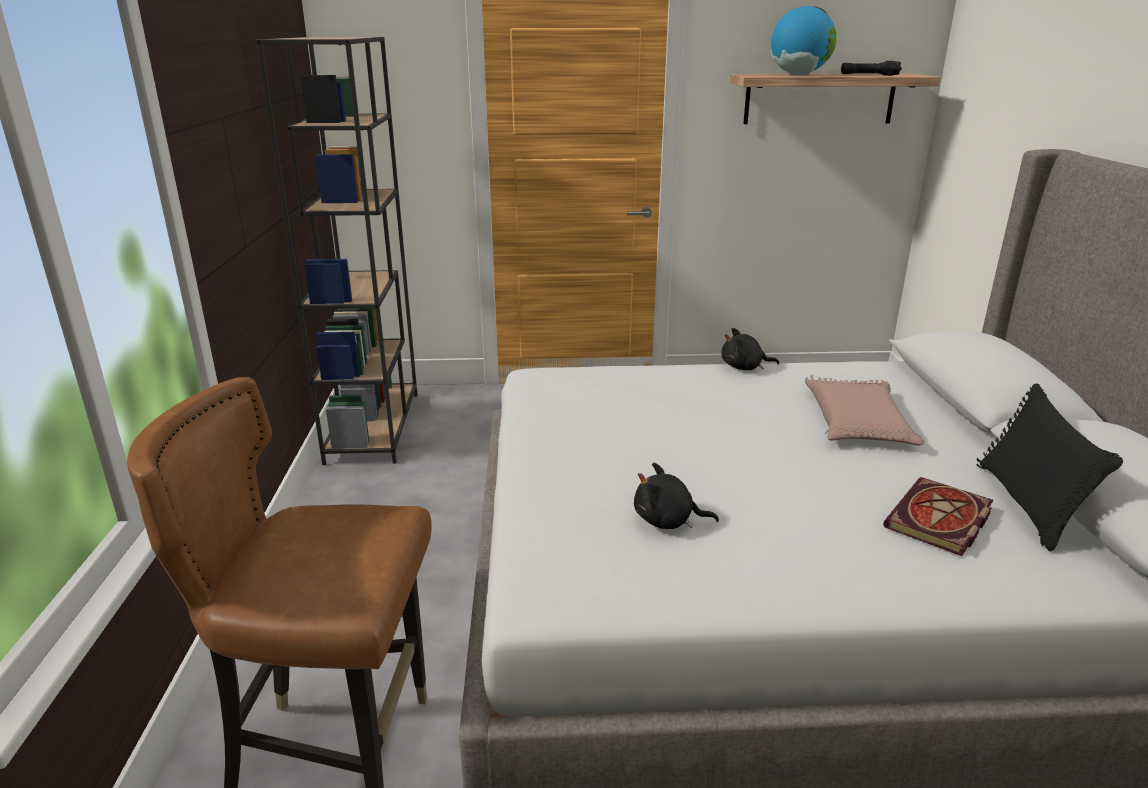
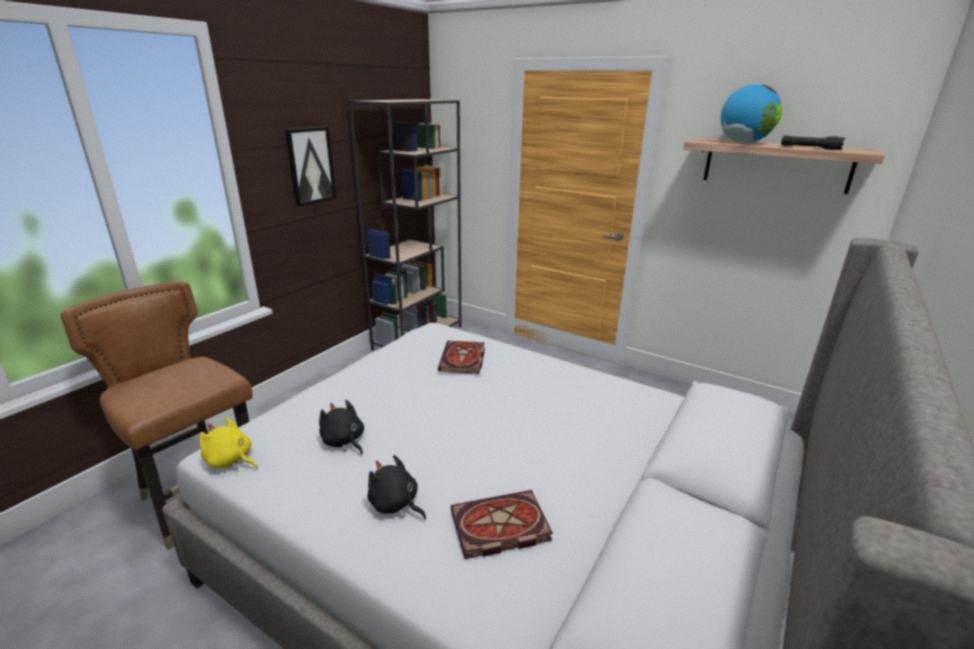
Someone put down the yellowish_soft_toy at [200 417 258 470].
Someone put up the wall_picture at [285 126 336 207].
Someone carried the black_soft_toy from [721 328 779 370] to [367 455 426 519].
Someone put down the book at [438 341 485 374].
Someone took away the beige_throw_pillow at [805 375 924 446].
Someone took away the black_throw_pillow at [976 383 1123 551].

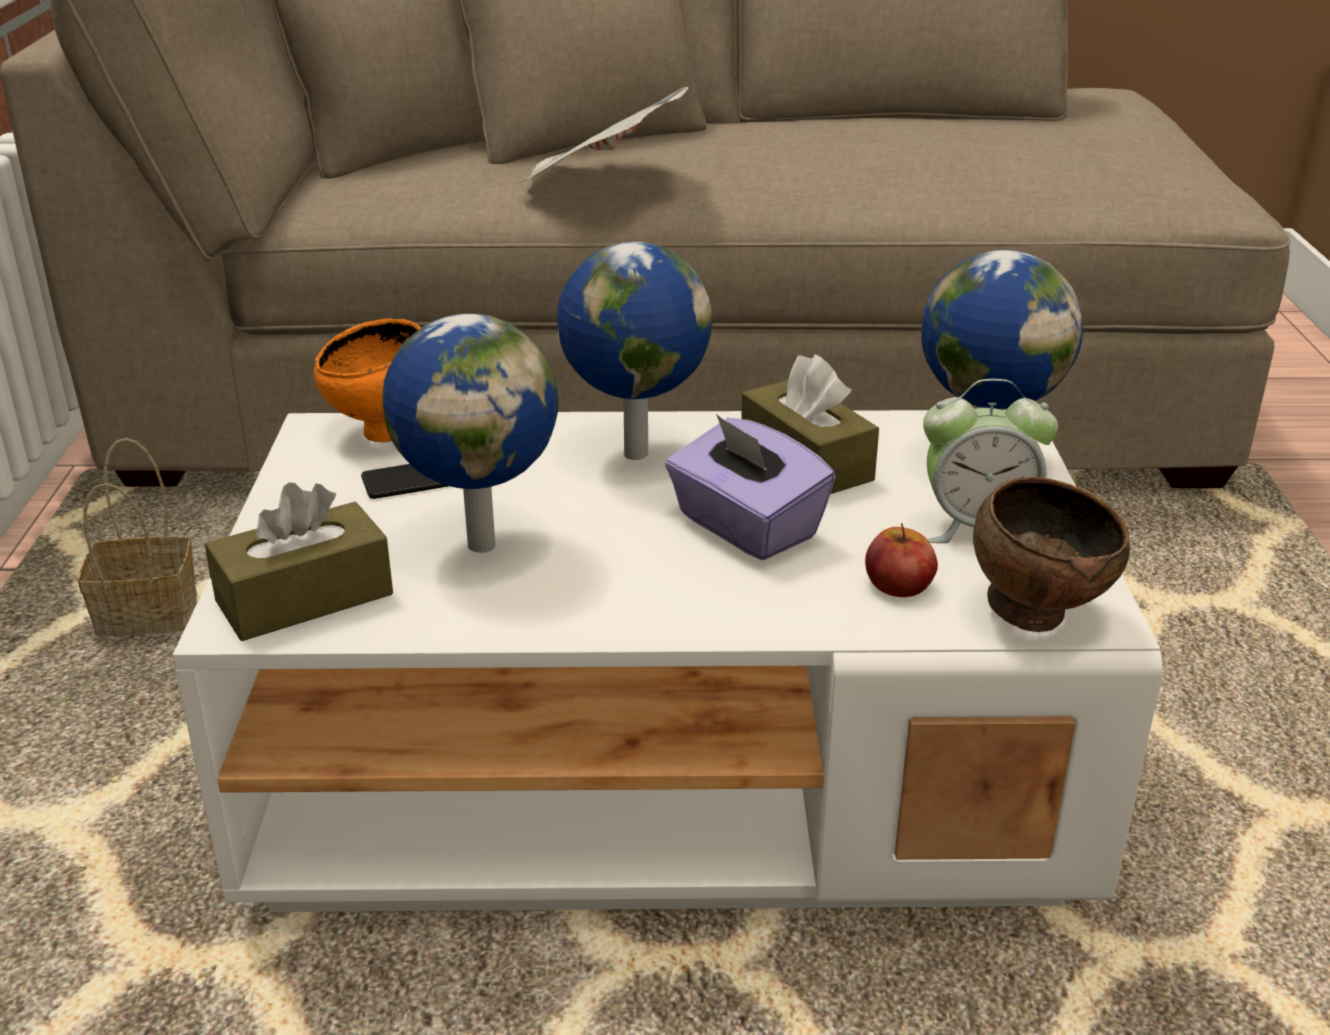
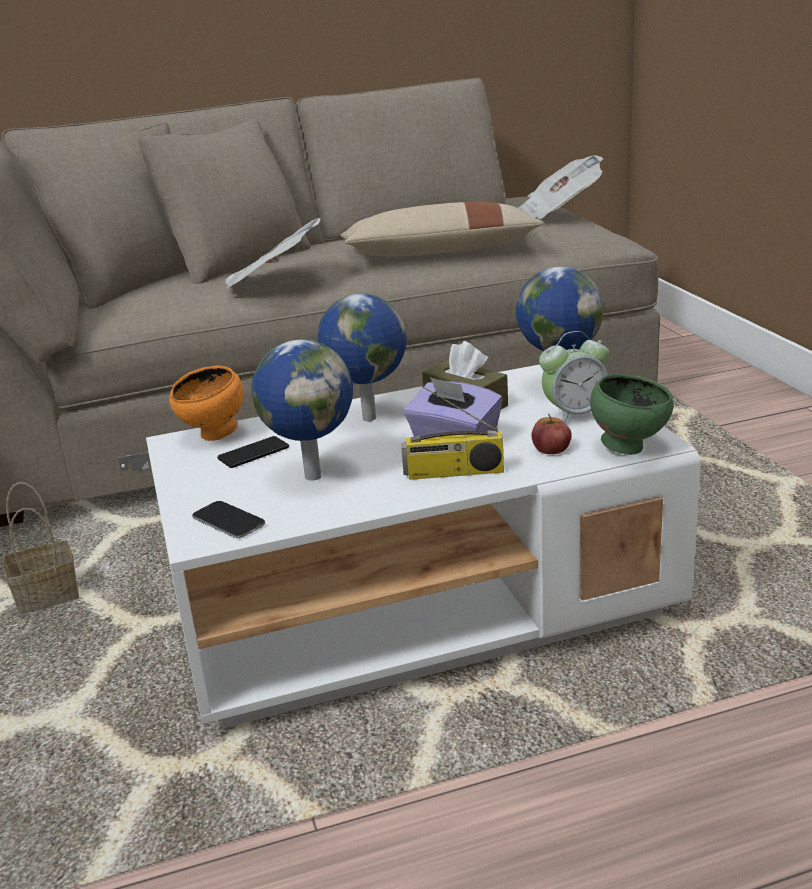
Someone swapped the brown_box_of_tissues at [205 483 393 641] for the phone at [192 501 265 538].
Someone put down the beige_throw_pillow at [341 202 544 256].
Someone put down the radio at [401 383 504 480].
Someone put down the printed_paper at [518 155 603 219].
Someone repainted the brown_deep_dish at [973 477 1130 632], which became the green_deep_dish at [590 374 673 455].

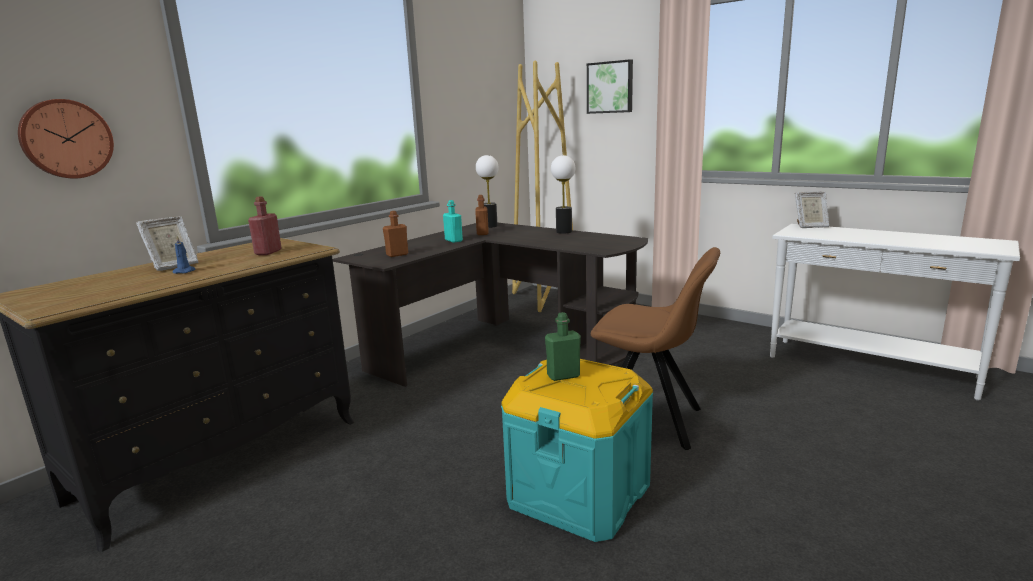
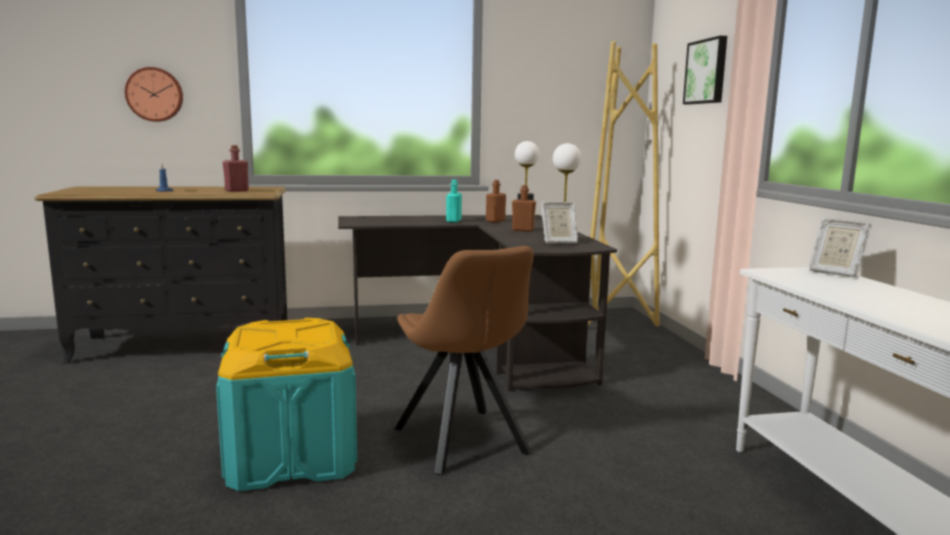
Someone carried the brown_drink_bottle from [383 211 408 257] to [512 185 536 232].
Someone carried the photo_frame from [136 216 199 271] to [541 201 578 244].
Someone took away the green_drink_bottle at [545 312 581 381].

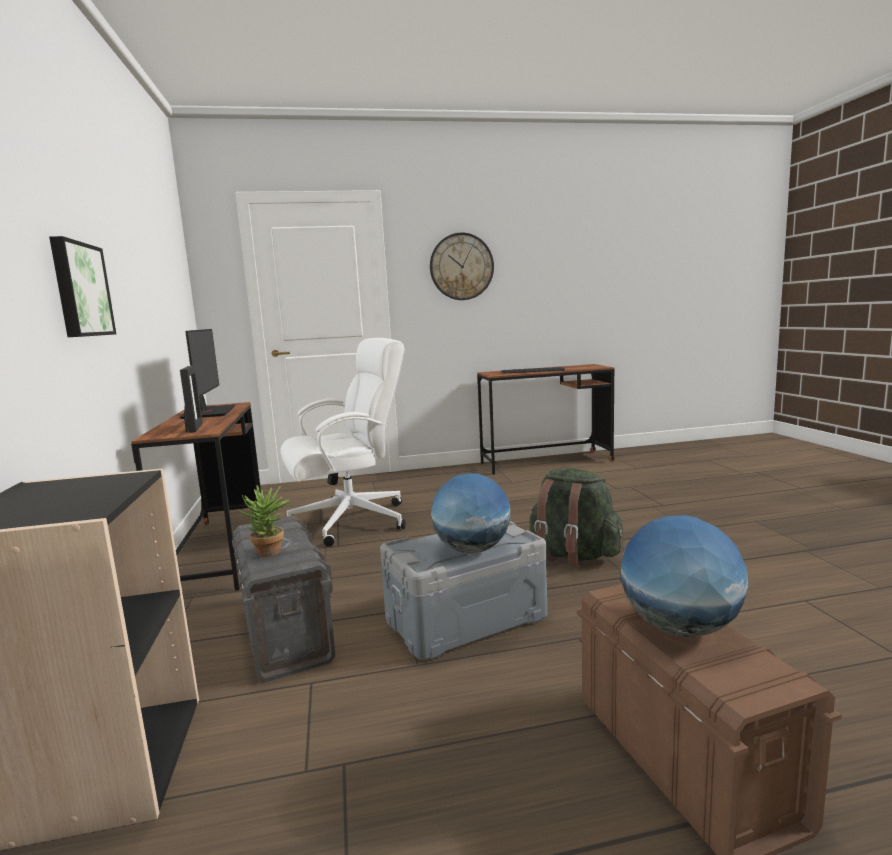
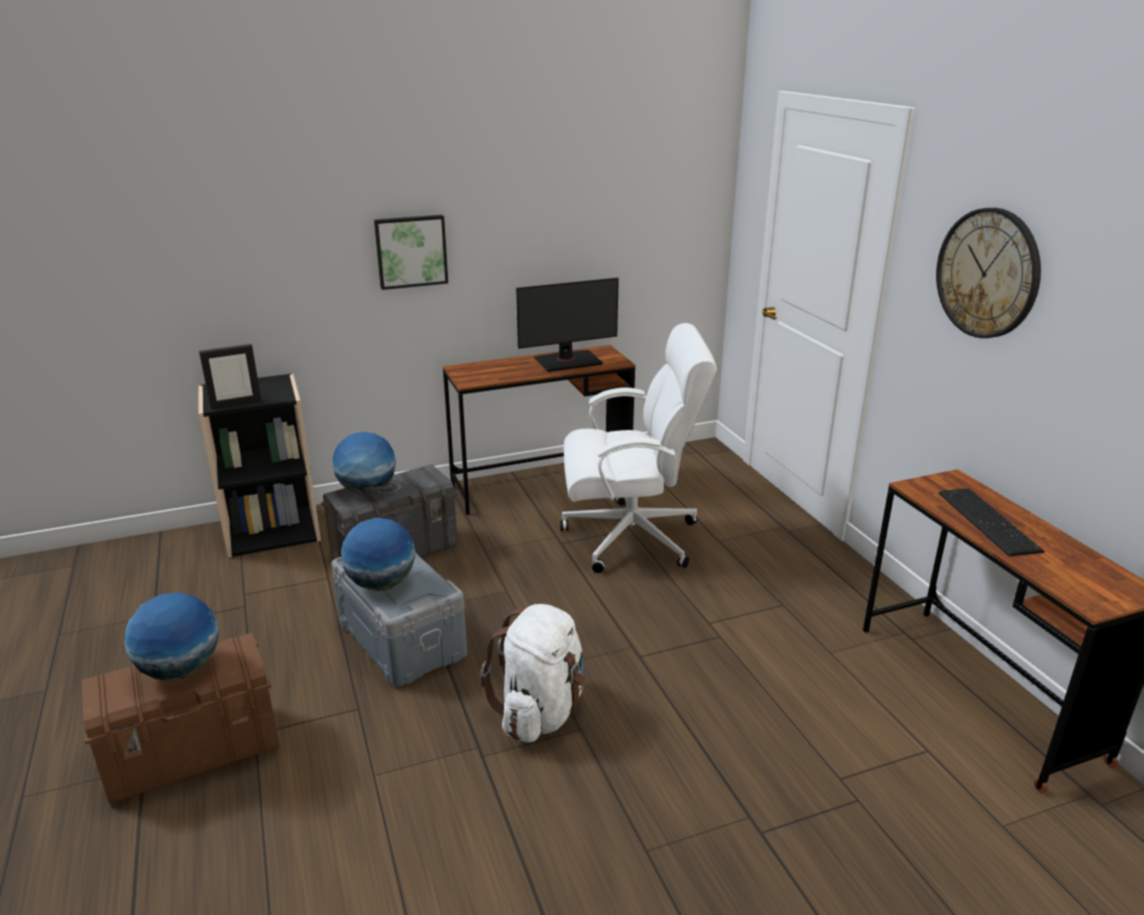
Someone carried the photo_frame from [180 366 203 433] to [199 344 262 410].
Someone swapped the houseplant at [238 486 292 557] for the world_globe at [333 432 396 494].
Someone repainted the green_rucksack at [529 468 623 568], which became the white_rucksack at [480 604 587 742].
Someone rotated the white_desk_chair at [280 338 406 547] by 60 degrees counterclockwise.

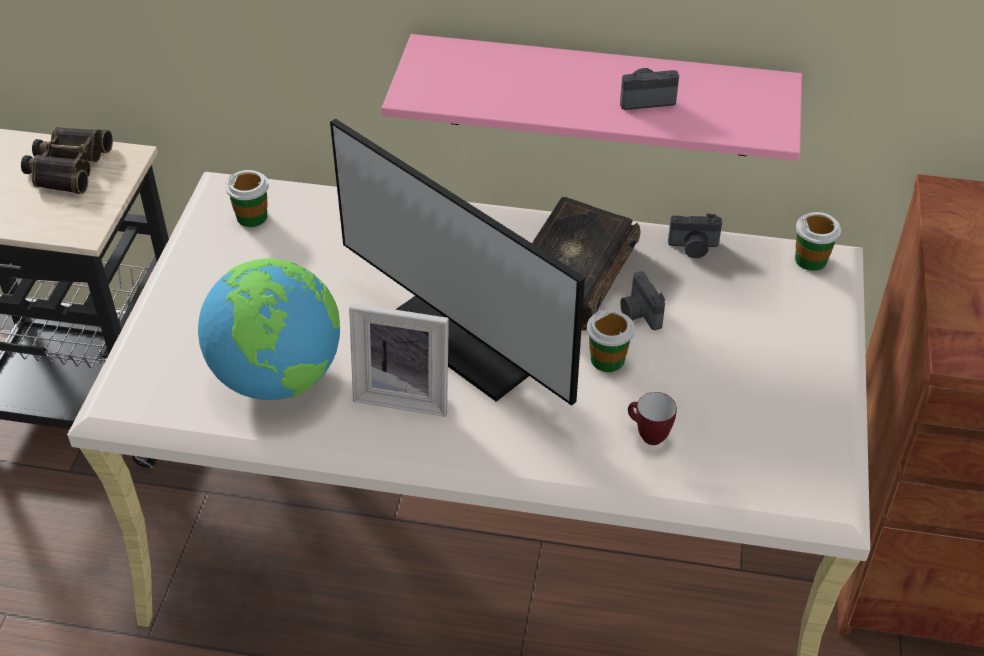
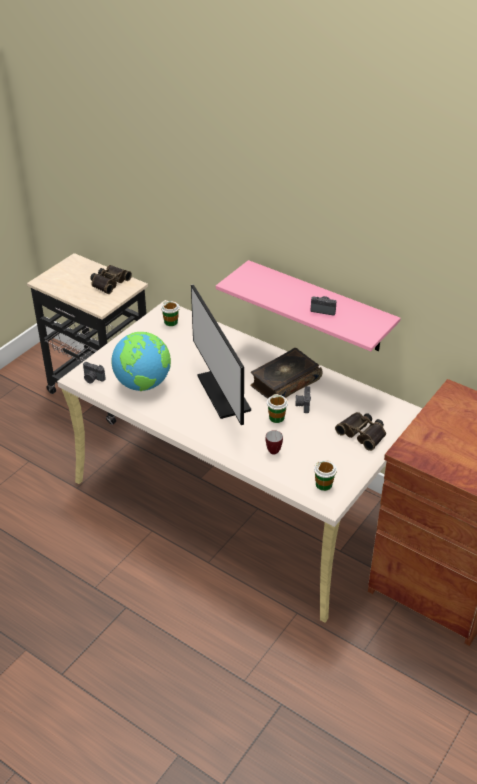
Someone carried the still_camera from [668 214 722 258] to [83 362 106 384].
Someone carried the drinking_cup from [795 212 841 271] to [314 460 337 491].
Someone put down the binoculars at [335 412 386 451].
Someone took away the photo_frame at [349 303 449 417].

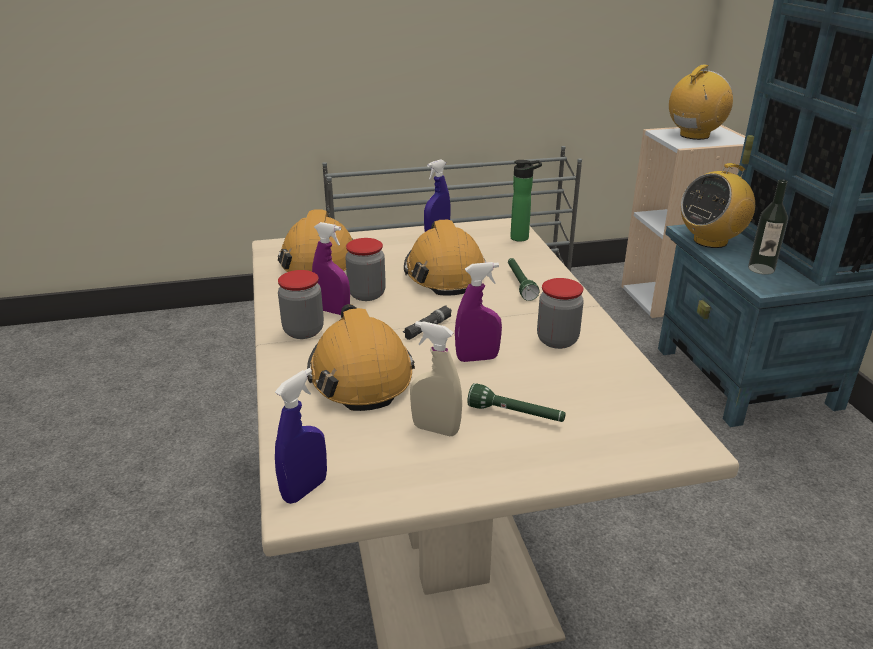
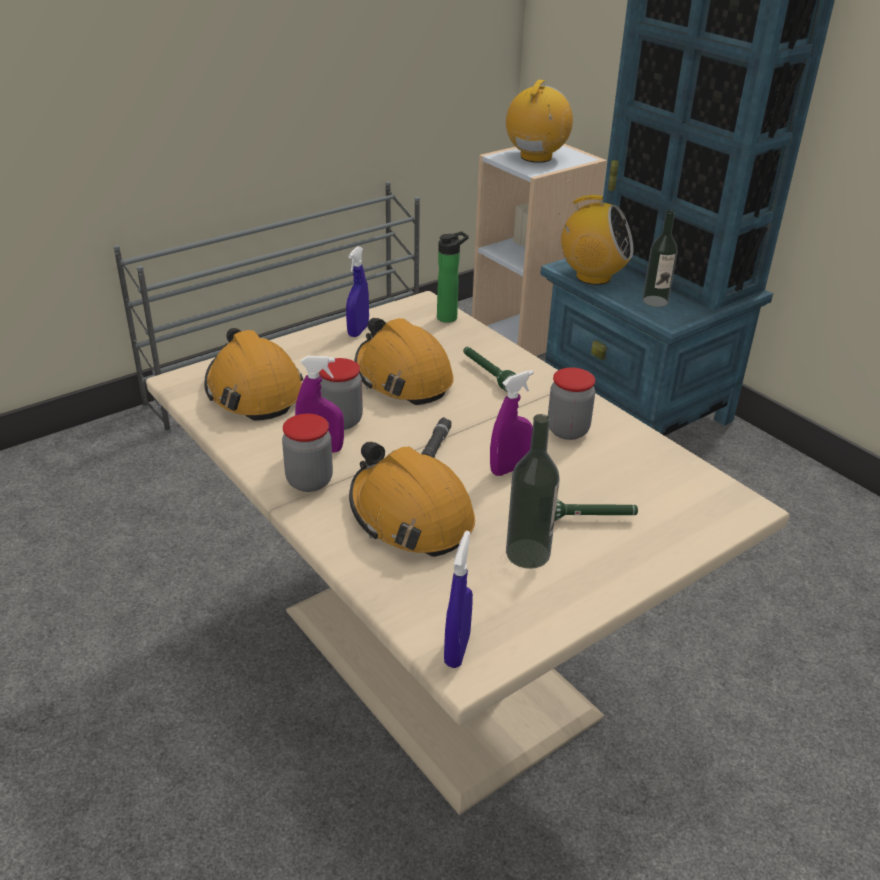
Someone swapped the beige_spray_bottle at [410 321 462 436] for the drink_bottle at [506 414 560 569].
Someone rotated the radio at [681 163 755 248] by 105 degrees counterclockwise.

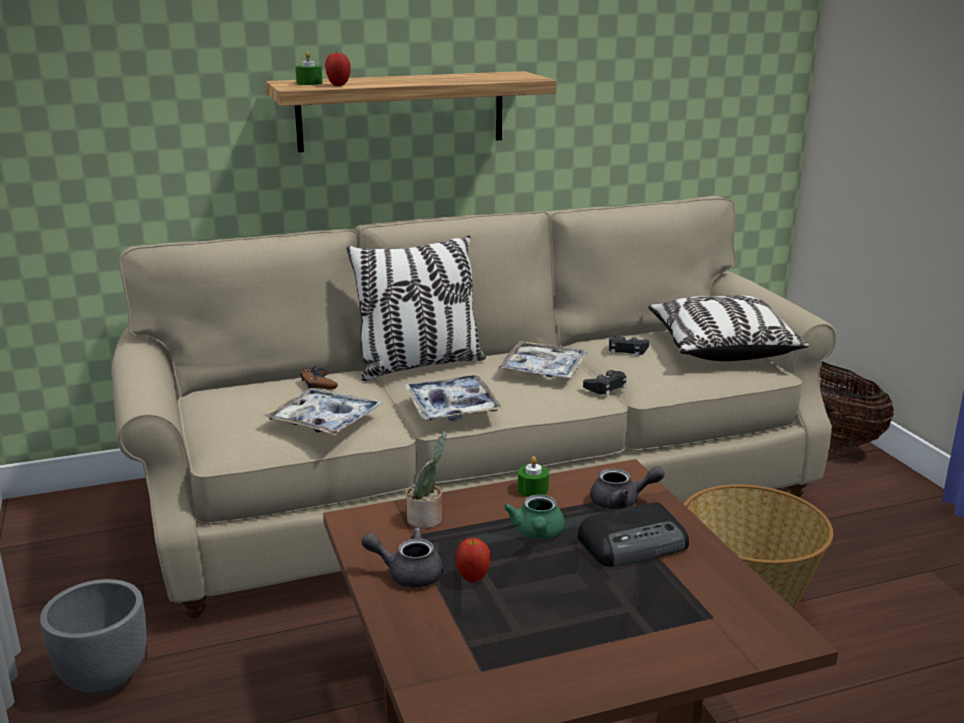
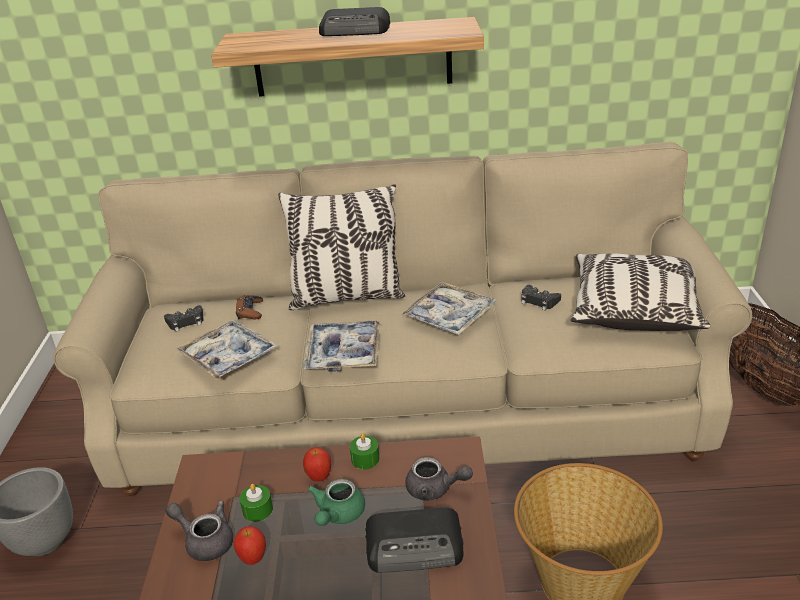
Someone carried the black_game_controller from [583 370 626 396] to [164 305 204 332].
Someone carried the green_wax_candle from [295 51 322 85] to [239 484 273 522].
Someone carried the whole_apple from [325 53 351 86] to [303 447 331 482].
Someone put down the radio at [319 7 390 36].
Someone took away the houseplant at [406 431 446 528].

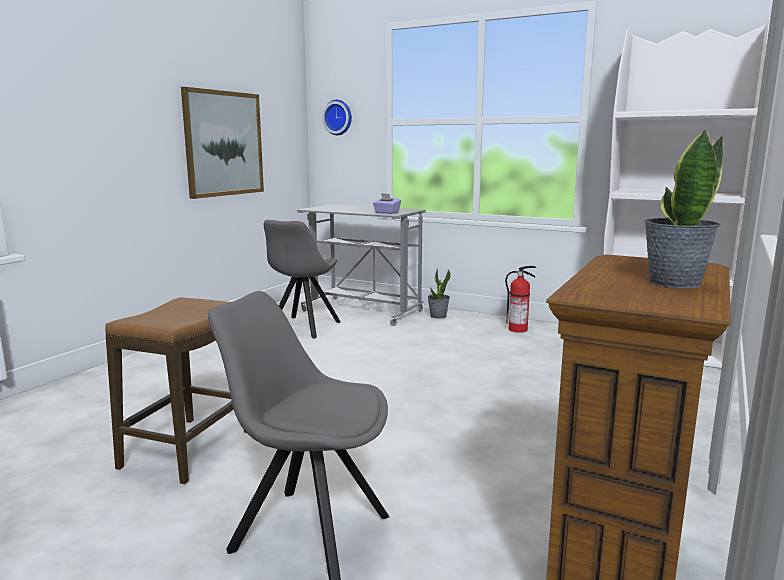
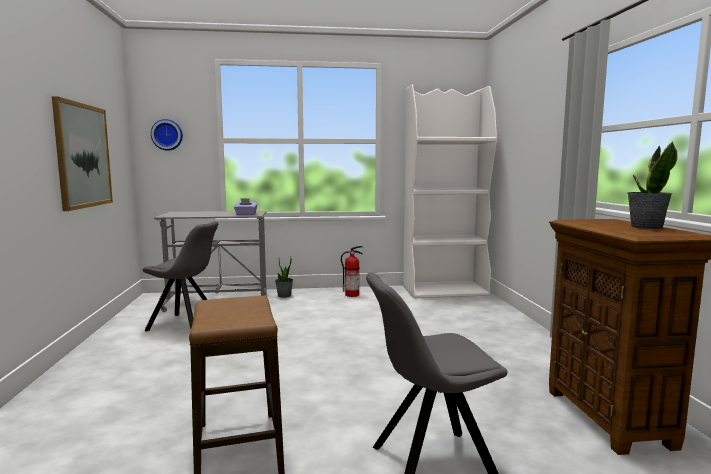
Someone rotated the greyish_plain_chair at [264 220 341 339] by 60 degrees counterclockwise.

